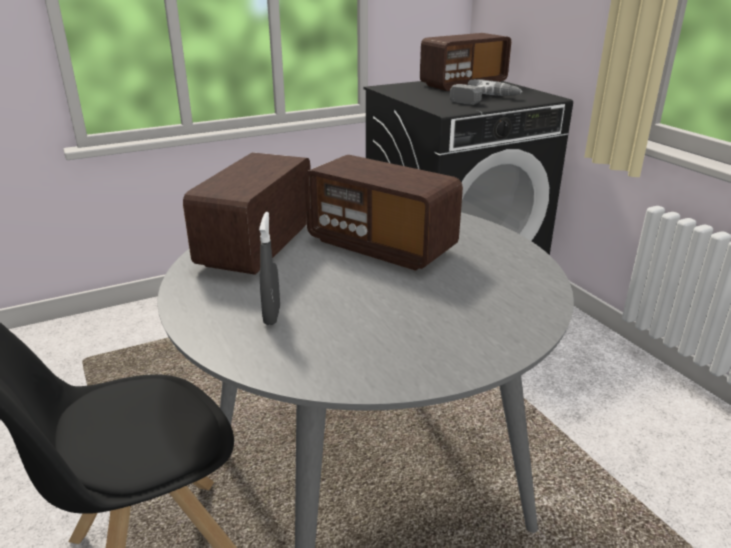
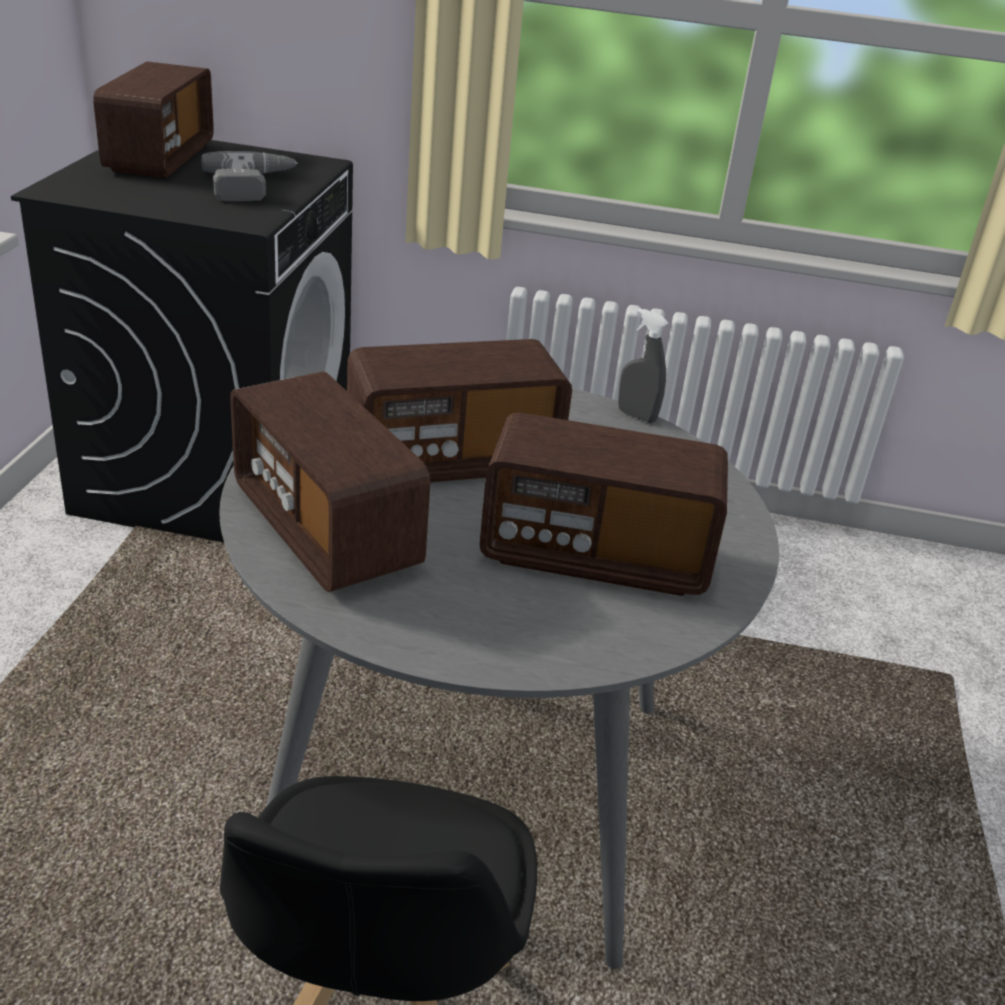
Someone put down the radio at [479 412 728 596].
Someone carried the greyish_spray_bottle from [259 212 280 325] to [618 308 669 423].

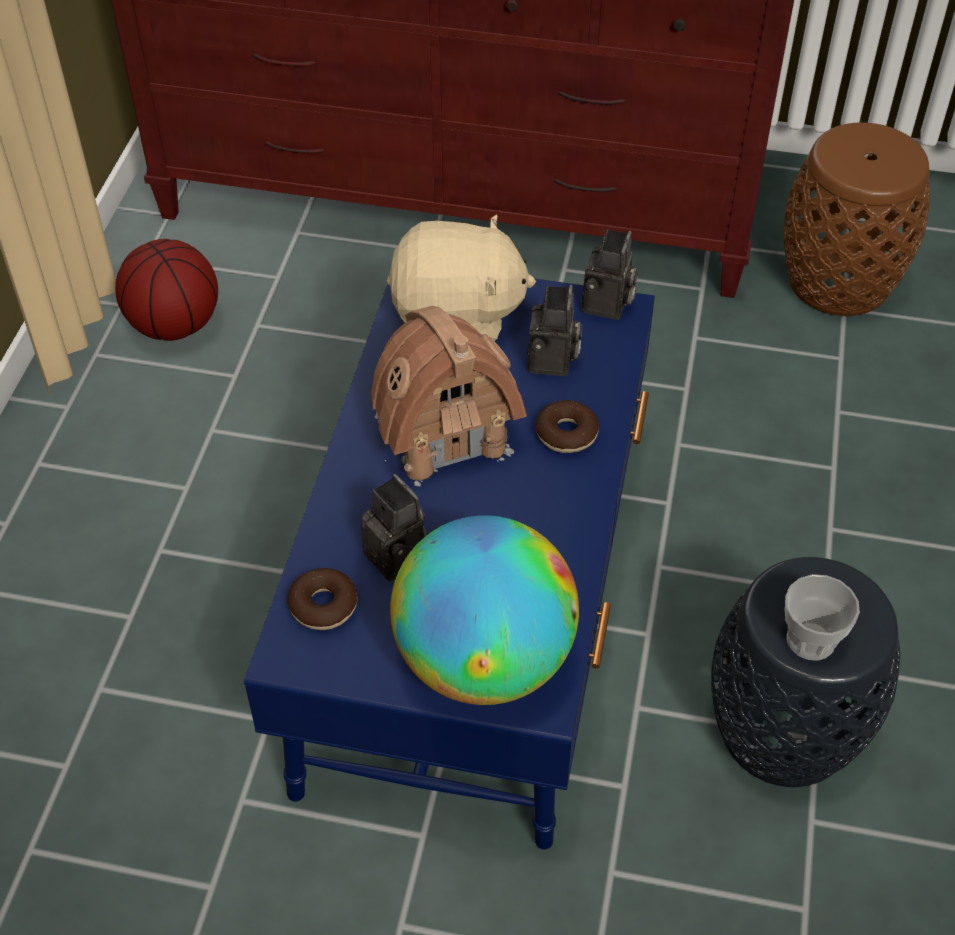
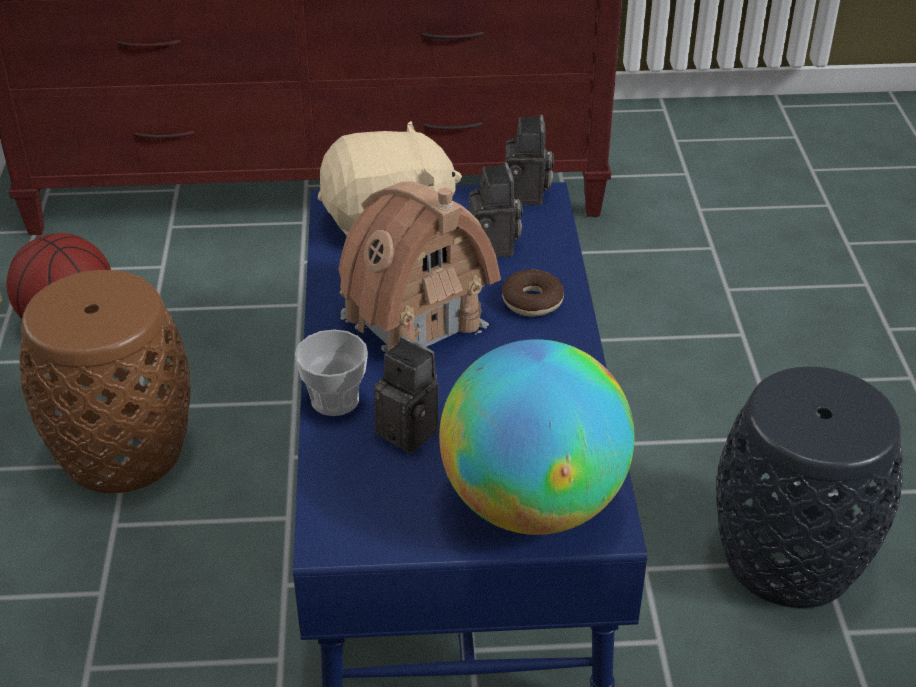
Someone carried the brown_stool from [784 122 930 316] to [19 270 190 493].
Someone carried the drinking_cup from [785 574 860 661] to [295 329 368 416].
Someone took away the doughnut at [287 568 358 630].

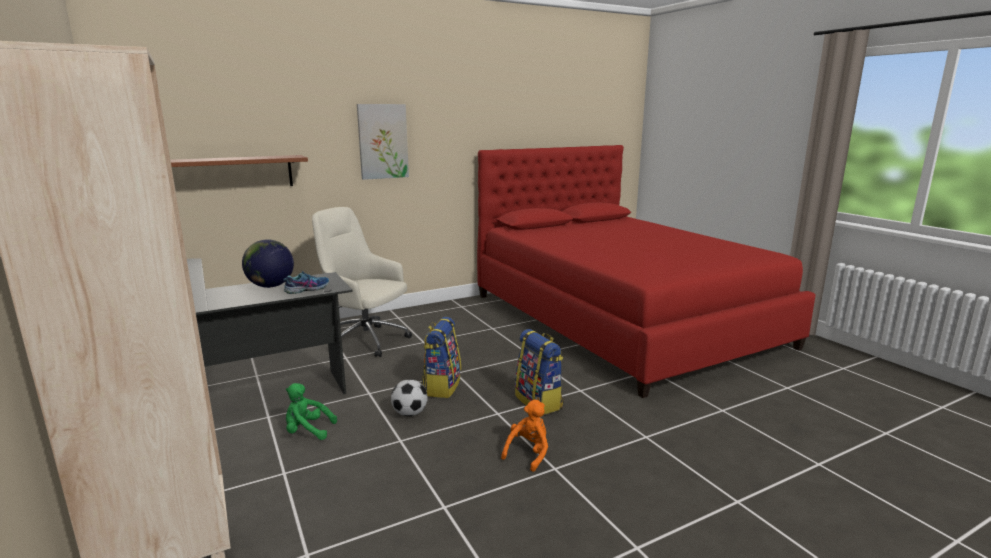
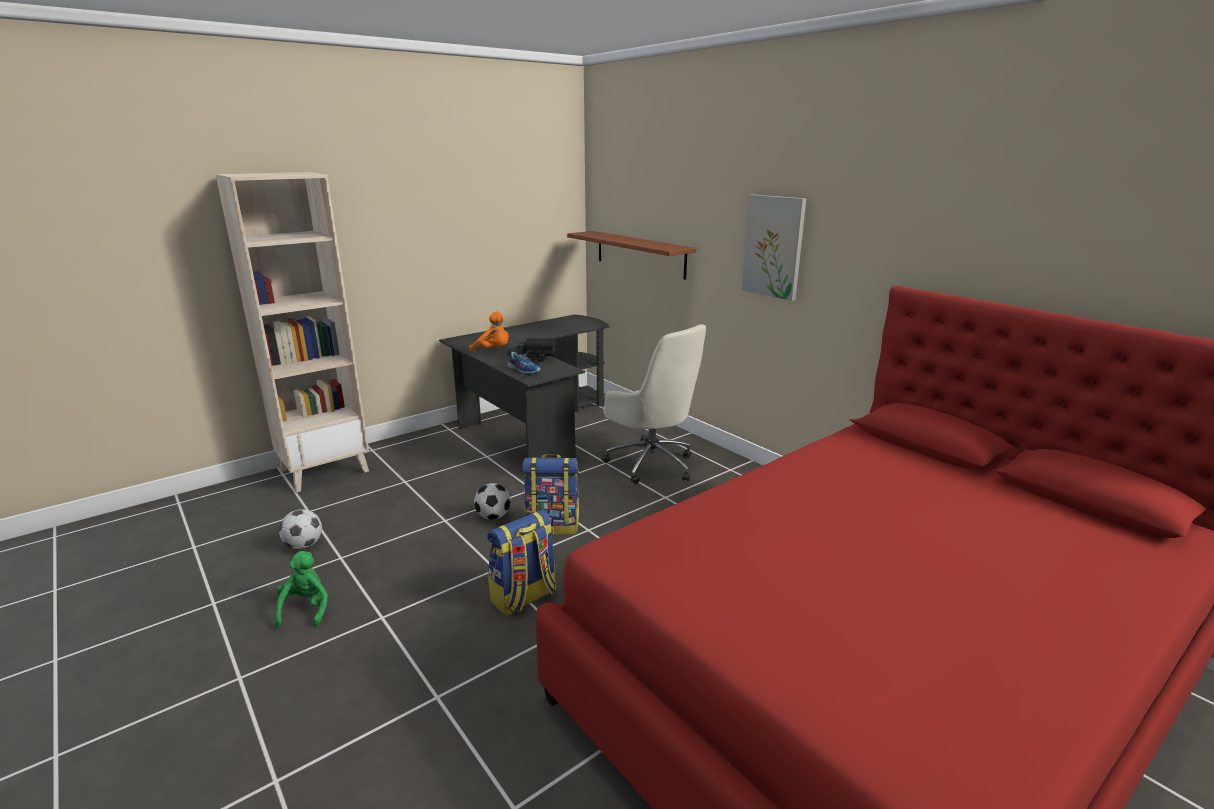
Someone carried the green_soft_toy from [286 383 337 440] to [275 551 328 628].
Someone put down the football at [279 509 322 549].
Someone carried the orange-coloured_soft_toy from [501 399 548 472] to [469 311 509 352].
Someone swapped the world_globe at [242 239 294 288] for the model_truck at [507 338 555 362].
Someone rotated the beige_desk_chair at [312 207 412 357] by 120 degrees clockwise.

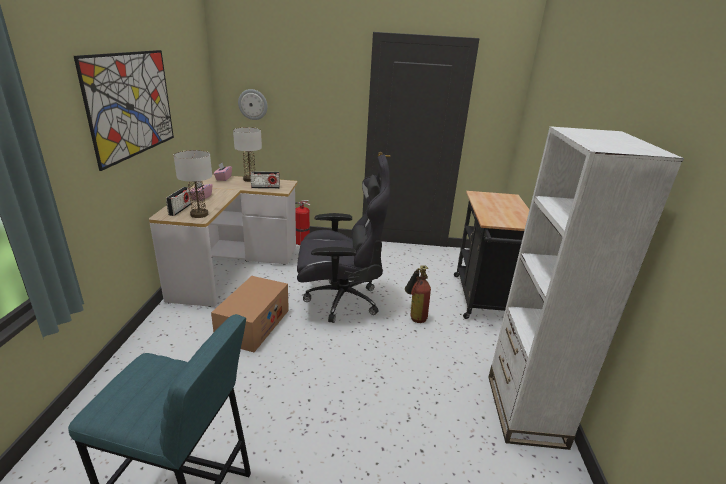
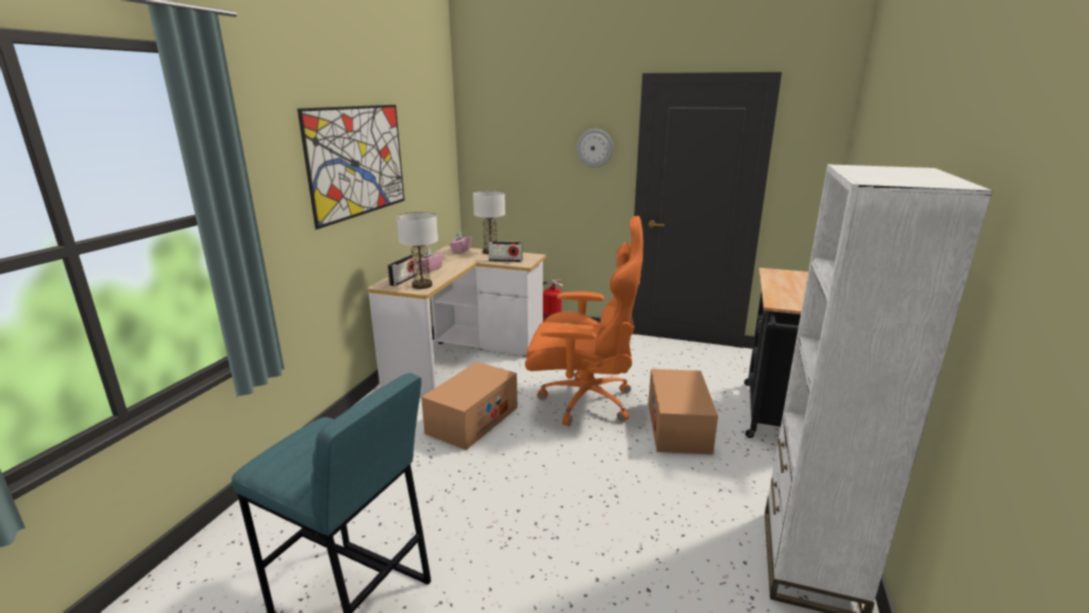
Someone repainted the black_desk_chair at [297 154 390 323], which became the orange-coloured_desk_chair at [525 216 643 426].
Someone carried the hanging_clock from [238 89 268 120] to [577 129 613 168].
Someone swapped the fire-fighting_cylinder at [405 265 431 323] for the carton at [648 369 718 455].

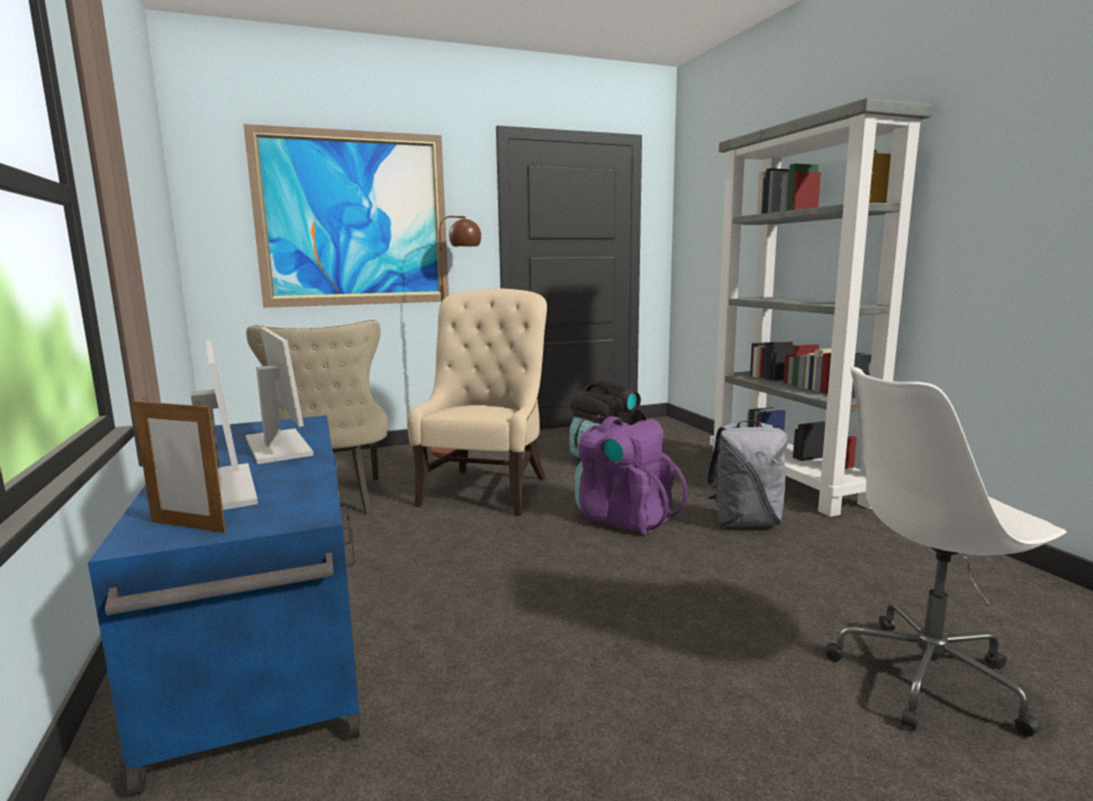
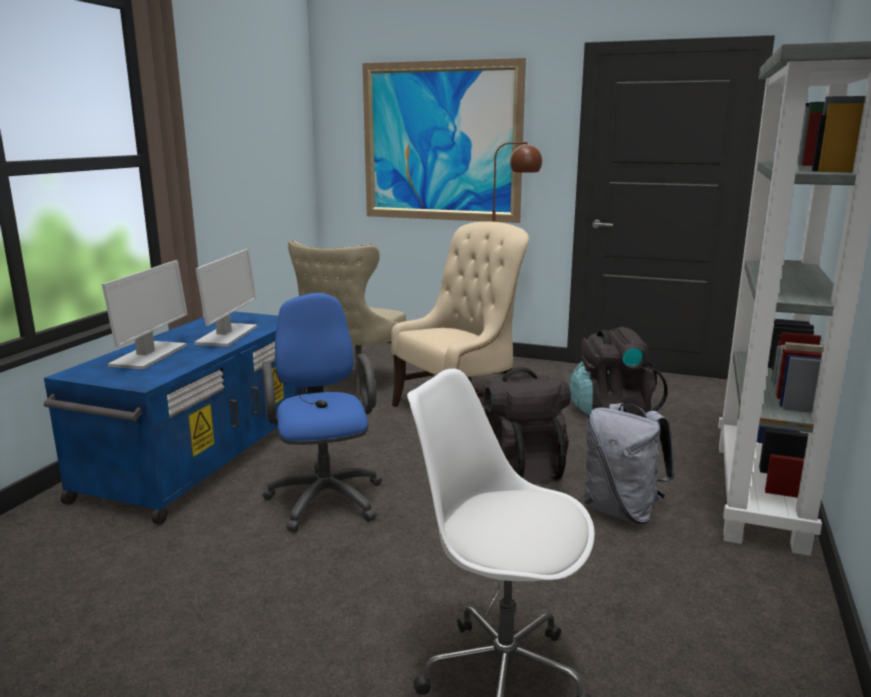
Someone put down the blue_desk_chair at [262 293 382 532].
Someone repainted the purple_rucksack at [575 416 688 534], which became the black_rucksack at [482 367 571 484].
Someone took away the photo_frame at [133 397 226 533].

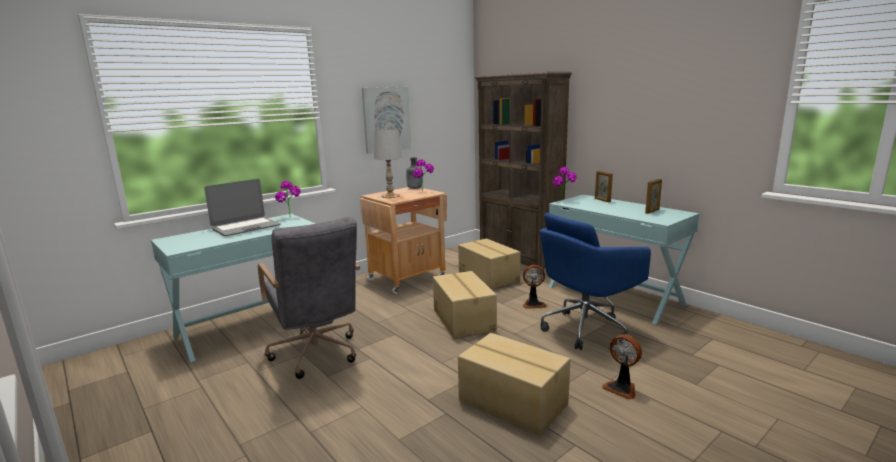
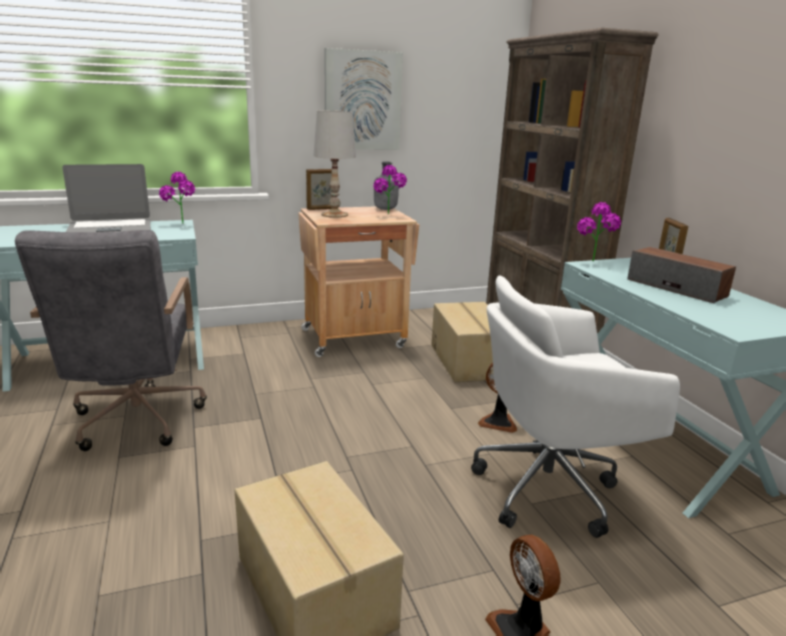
Someone carried the photo_frame from [645 179 662 214] to [306 169 332 210].
Someone repainted the blue_desk_chair at [539 213 651 350], which became the white_desk_chair at [471 276 680 538].
Someone put down the audio_speaker at [627 247 736 303].
Someone took away the carton at [433 271 497 339].

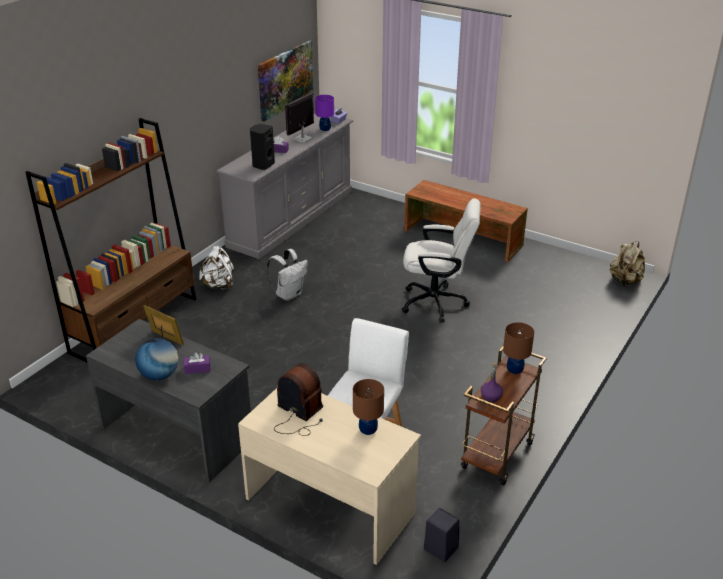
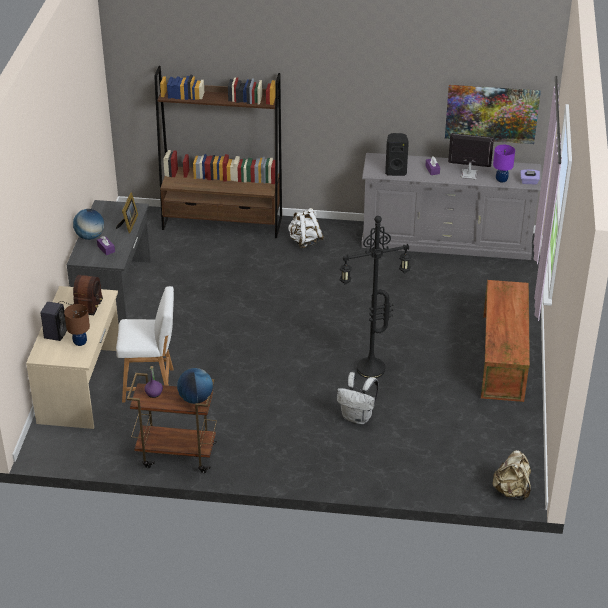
Someone carried the black_audio_speaker from [424 508 459 562] to [40 302 67 341].
Someone swapped the brown_table_lamp at [503 322 534 374] for the world_globe at [177 368 213 404].
Someone carried the white_rucksack from [266 249 308 301] to [337 372 378 424].
Someone swapped the white_desk_chair at [402 198 481 323] for the black_floor_lamp at [340 216 411 378].

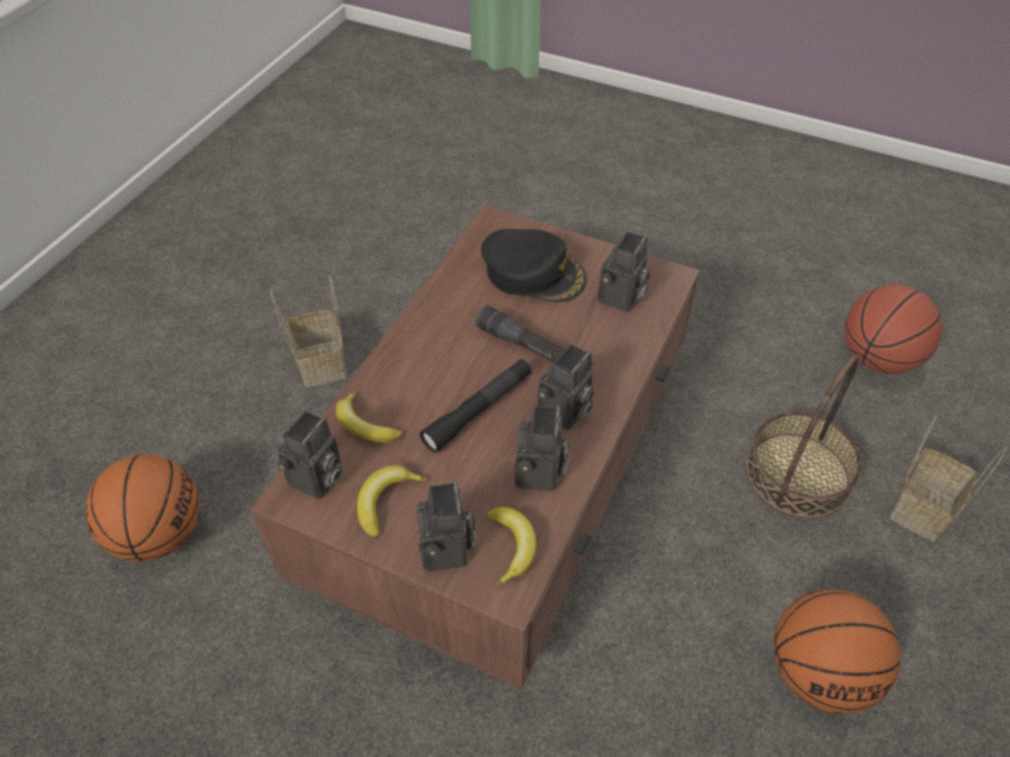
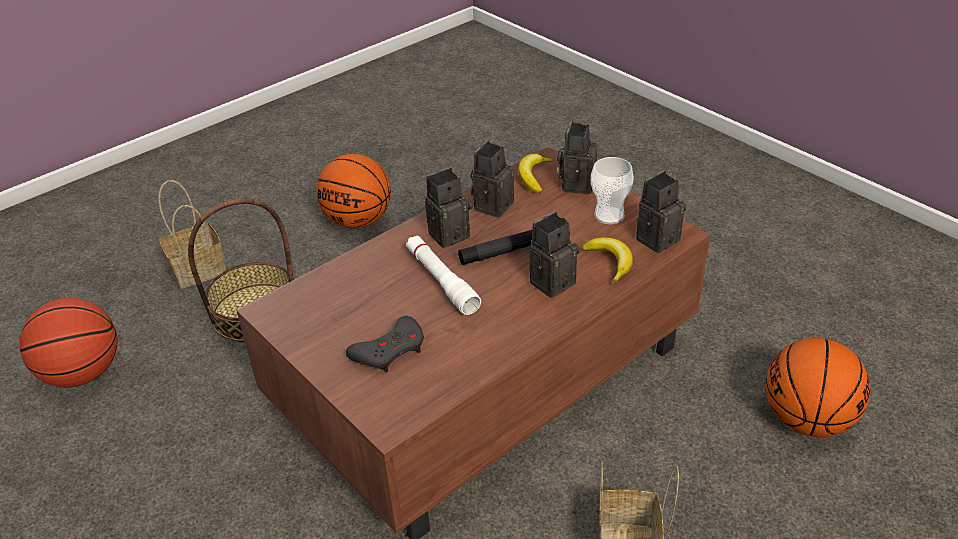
Someone swapped the black_cap at [481 229 587 302] for the greyish_game_controller at [346 316 424 372].
Someone repainted the black_hand_torch at [476 306 593 370], which became the white_hand_torch at [406 236 481 315].
Someone carried the still_camera from [598 232 650 312] to [529 211 580 298].
Someone swapped the banana_fruit at [357 465 426 538] for the drinking_cup at [591 157 634 224].

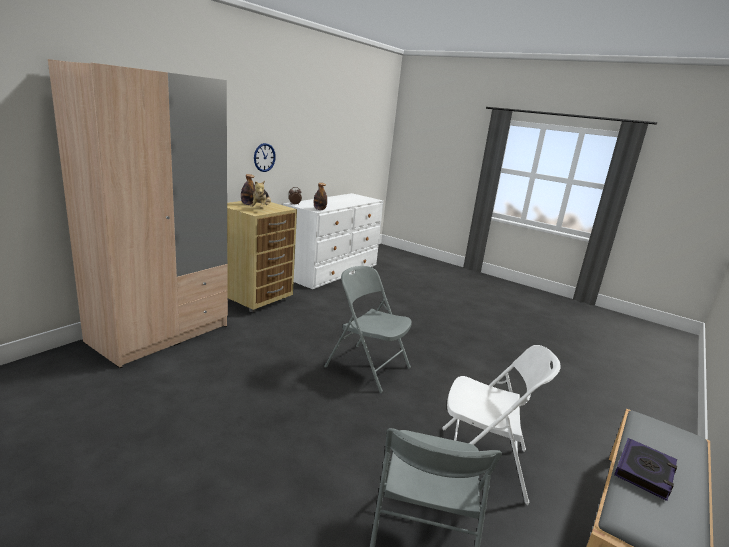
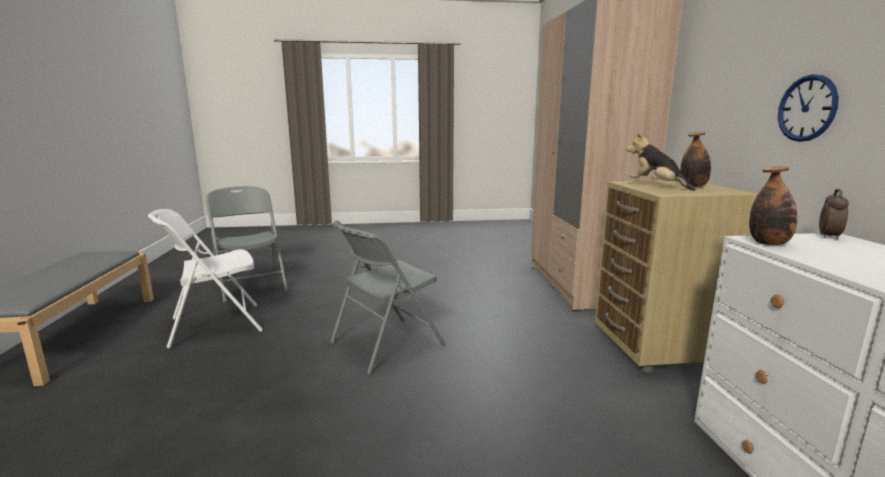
Someone rotated the greyish_plain_chair at [324 266 412 393] by 150 degrees clockwise.
Someone took away the book at [614 438 677 501].

